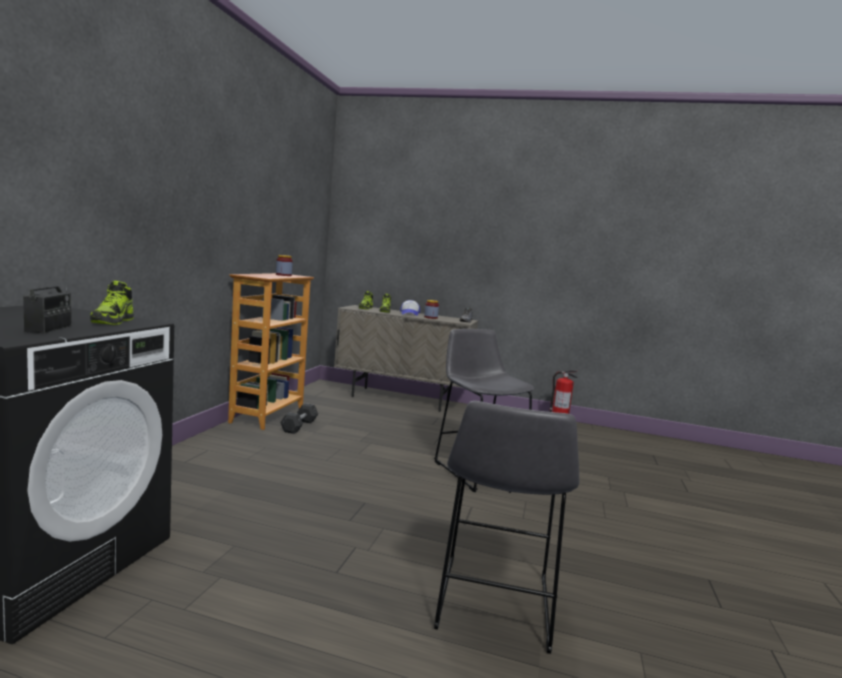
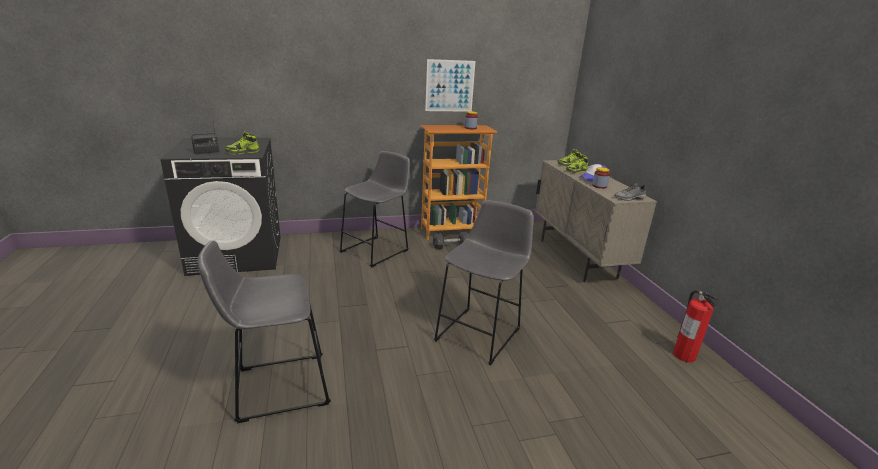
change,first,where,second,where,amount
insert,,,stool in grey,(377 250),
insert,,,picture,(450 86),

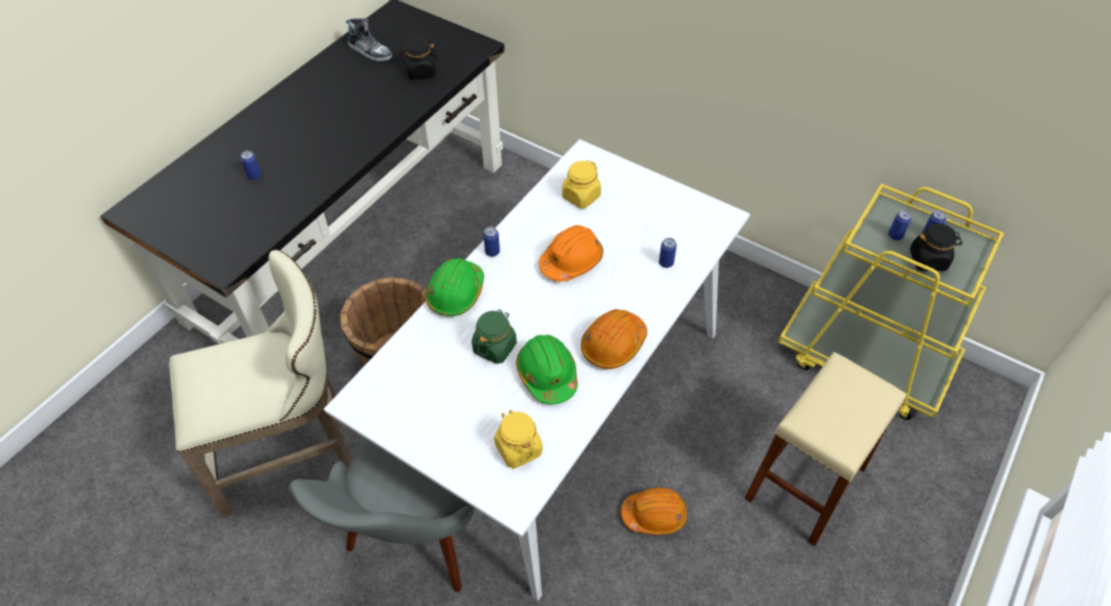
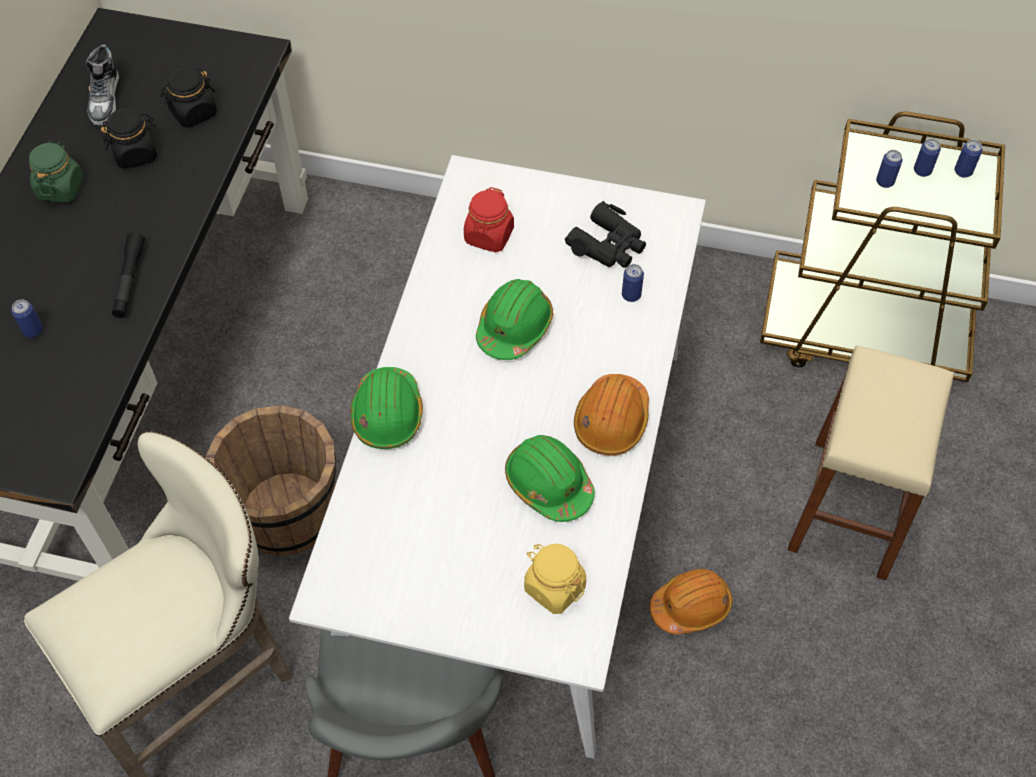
change,first,where,second,where,amount
insert,,,flashlight in black,(129 280),
insert,,,binoculars in black,(608 245),
move,jar in green,(495 347),,(60 188),
move,can,(492 252),,(963 171),
move,jar in black,(928 260),,(136 153),
recolor,hard hat in orange,(571 261),hard hat in green,(514 327),
recolor,jar in yellow,(581 196),jar in red,(489 236),
recolor,cart in yellow,(864 359),cart in brown,(864 332),
rotate,shoe,(370 51),,(105 99),75 degrees clockwise

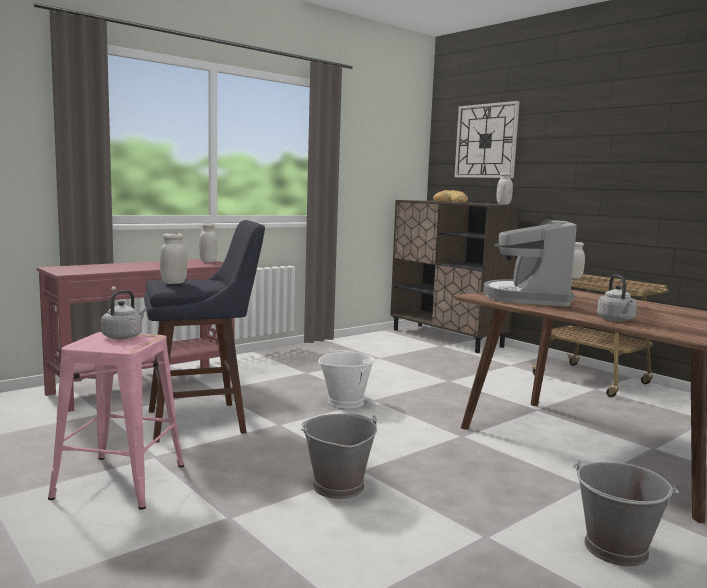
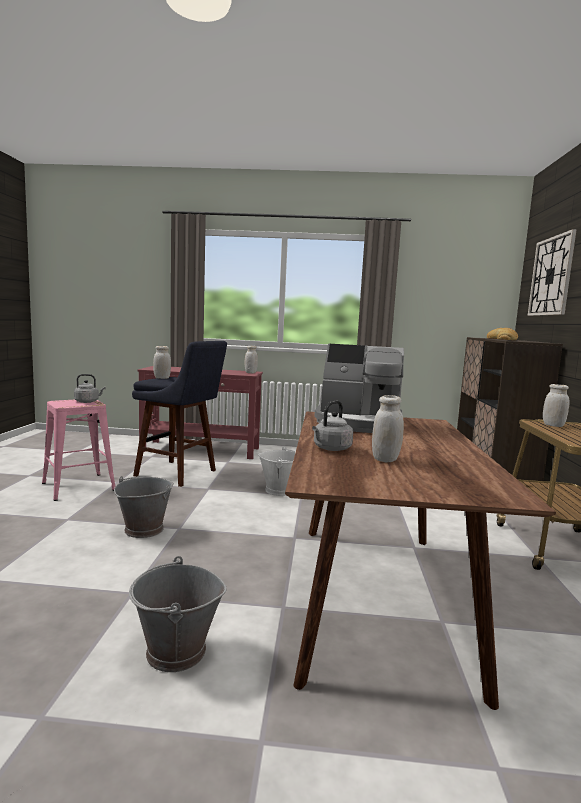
change,first,where,second,where,amount
move,jar in white,(503 204),,(385 459),
rotate,coffee machine,(528 298),,(359 423),135 degrees counterclockwise

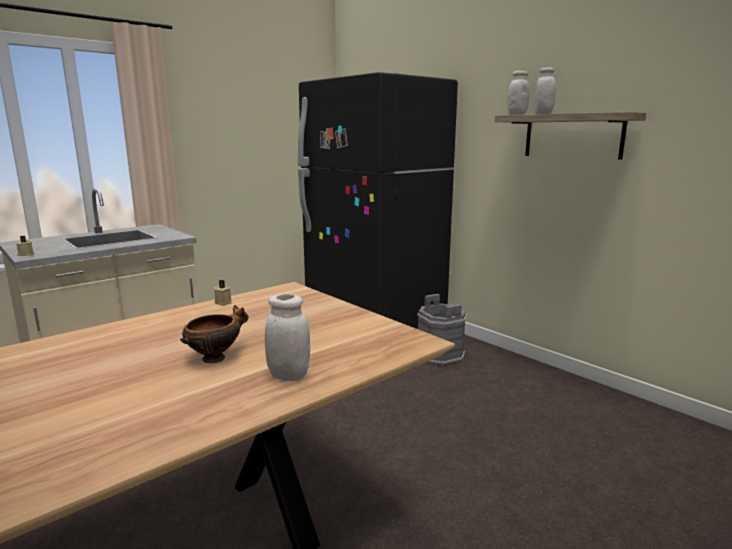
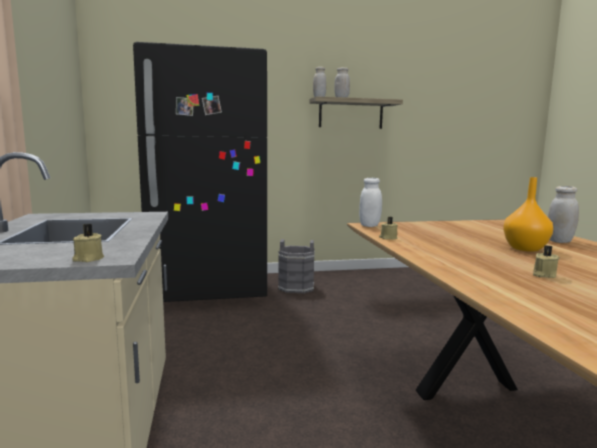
change,first,where,second,where,amount
insert,,,jar in white,(369 225),
insert,,,candle in beige,(543 275),
replace,bowl,(216 357),vase in orange,(525 249),

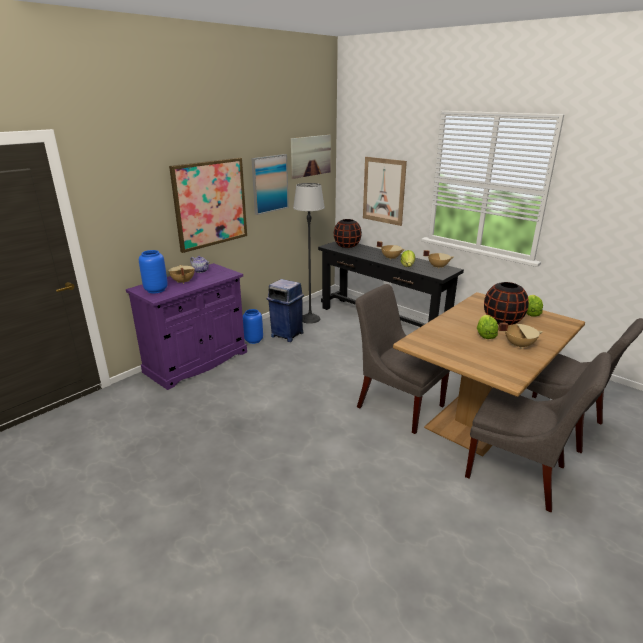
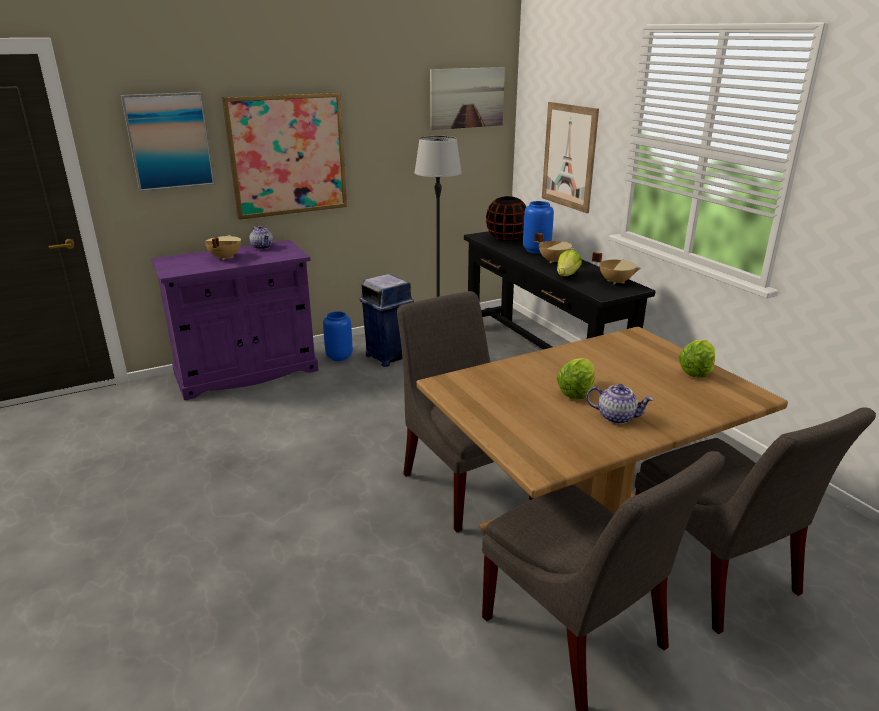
change,first,where,second,where,amount
delete,vase in black,(502 321),,,
move,vase in blue,(156 290),,(536 250),
move,picture,(269 184),,(169 141),
replace,cooking pot in beige,(518 345),teapot,(617 417),

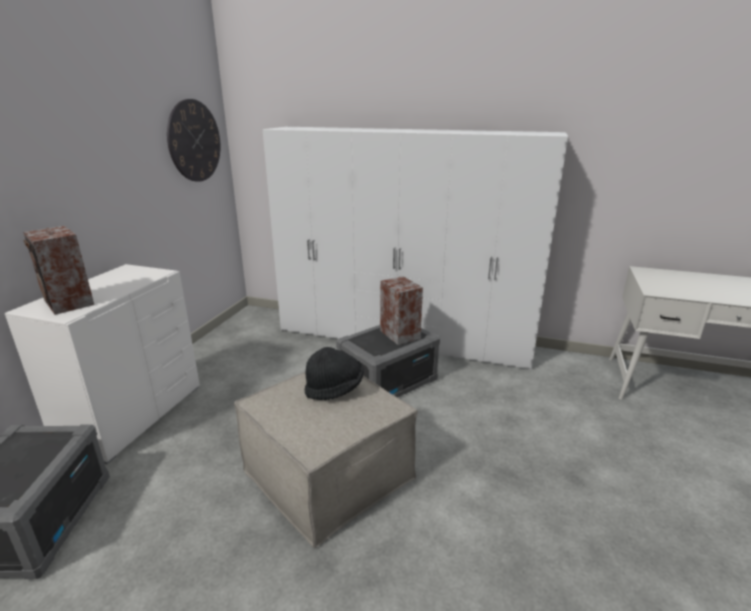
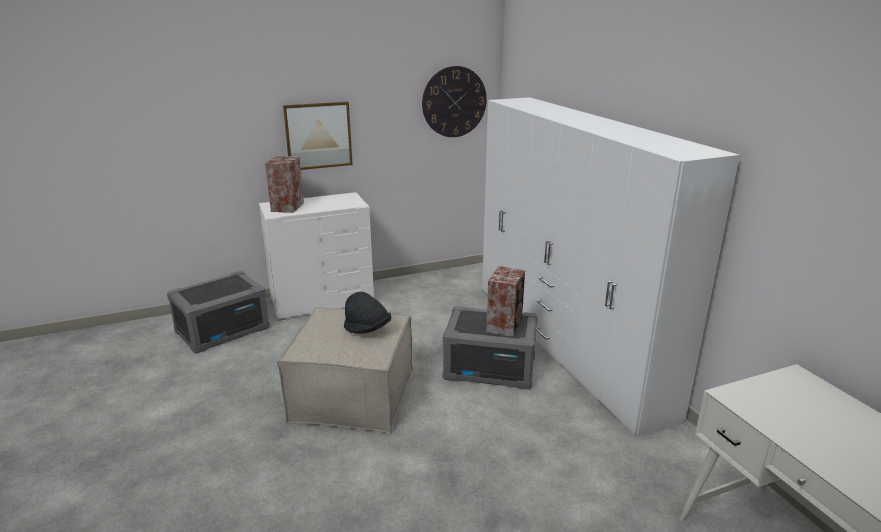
change,first,where,second,where,amount
insert,,,picture,(318 135),

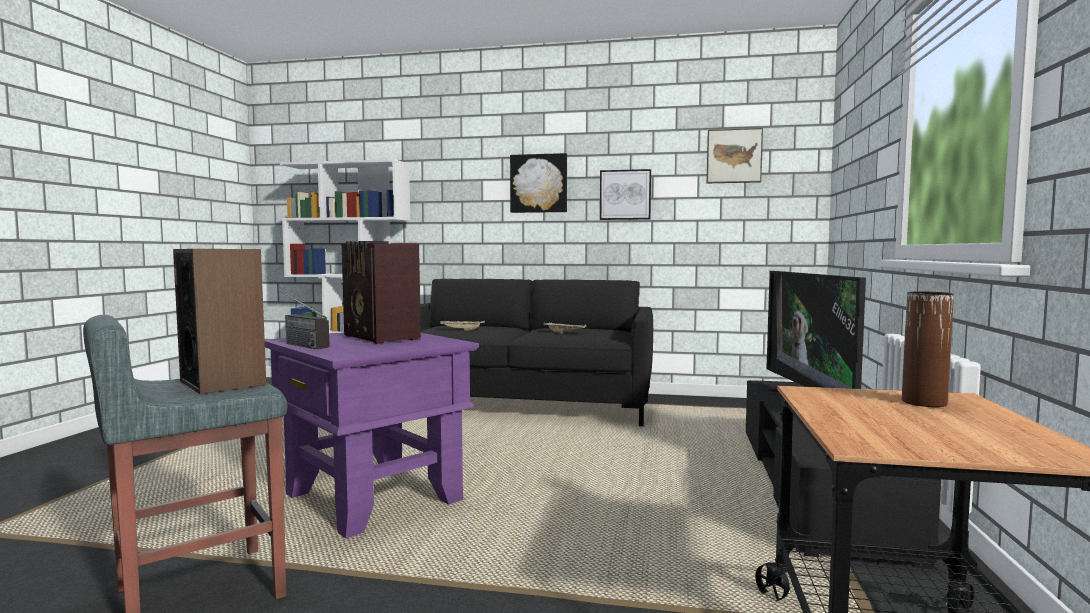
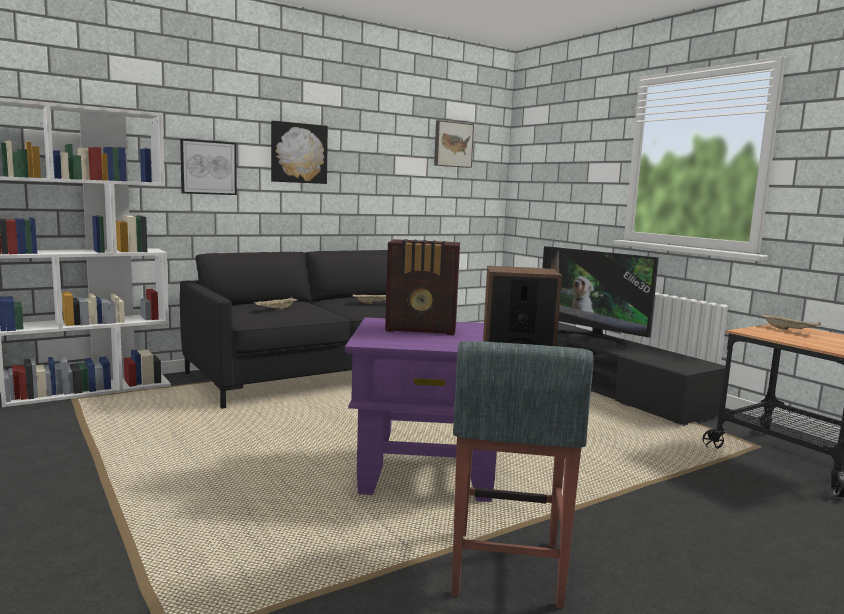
change,first,where,second,where,amount
delete,radio,(297 344),,,
move,picture,(625 195),,(208 167),
replace,vase in brown,(924 402),tray in beige,(789 330),

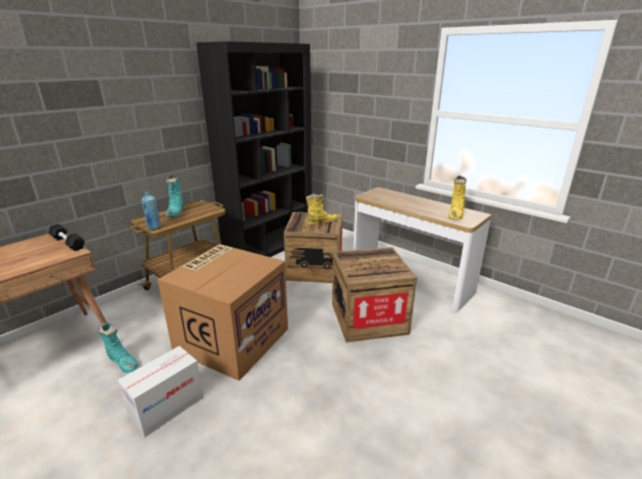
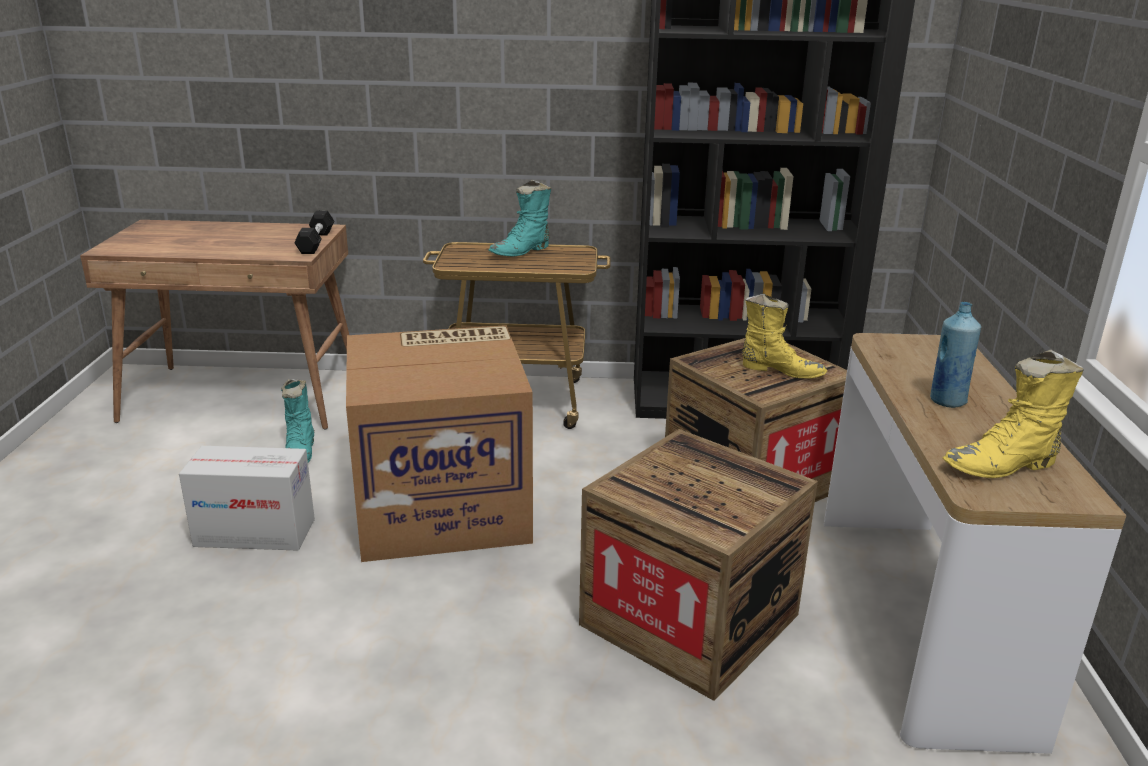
change,first,where,second,where,amount
move,bottle in blue,(154 227),,(947 401),

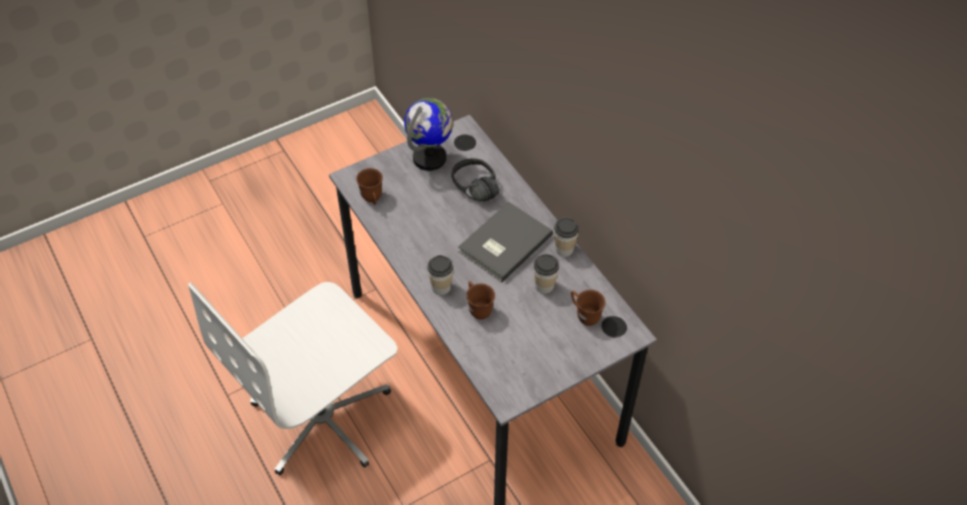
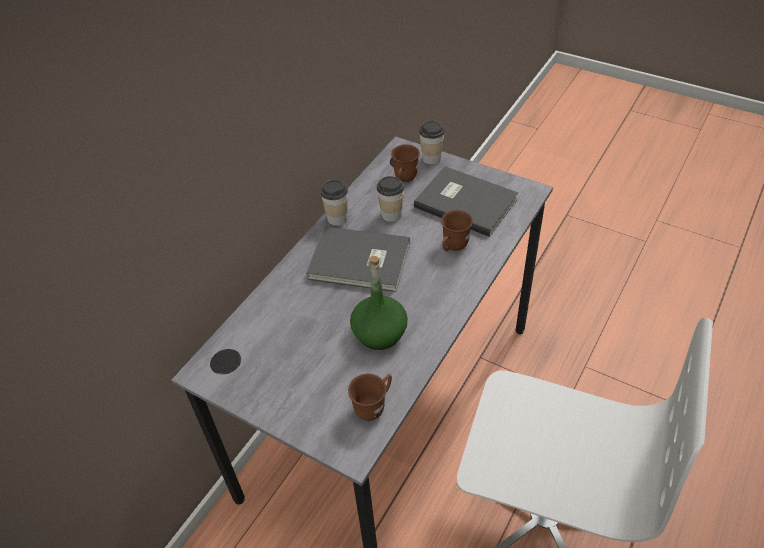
change,first,where,second,where,amount
delete,globe,(430 158),,,
delete,headphones in black,(469 191),,,
insert,,,bottle in green,(379 333),
insert,,,book in grey,(465 201),
move,cup,(441 287),,(431 158),

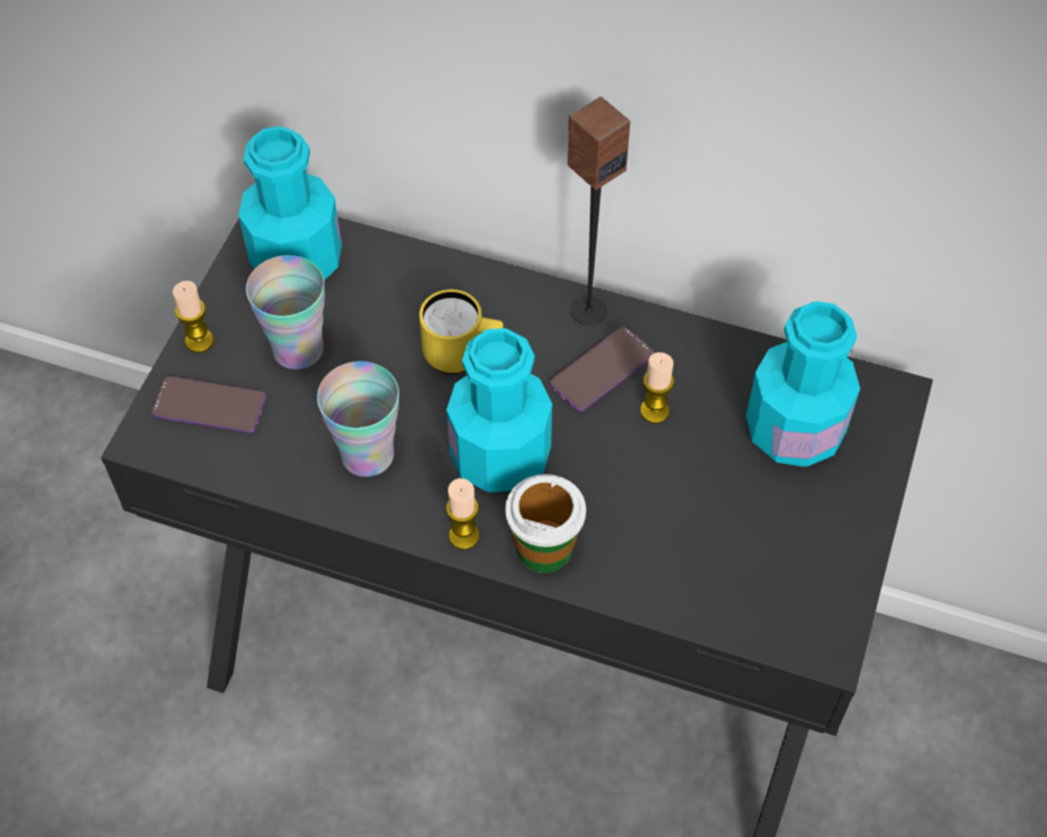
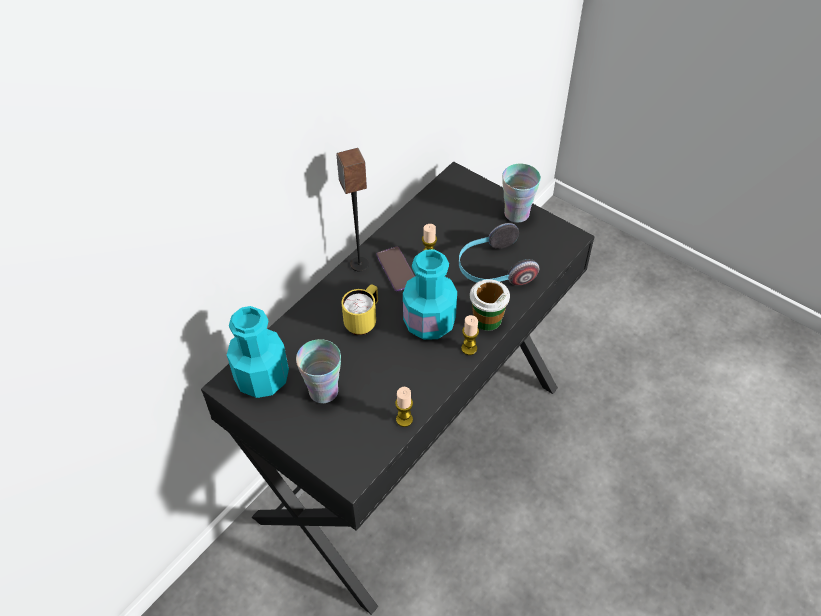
change,first,where,second,where,amount
delete,phone,(209 405),,,
delete,bottle in turquoise,(794 430),,,
insert,,,headphones,(493 269),
move,candle,(199 341),,(404 419),
move,cup,(367 455),,(516 214),

